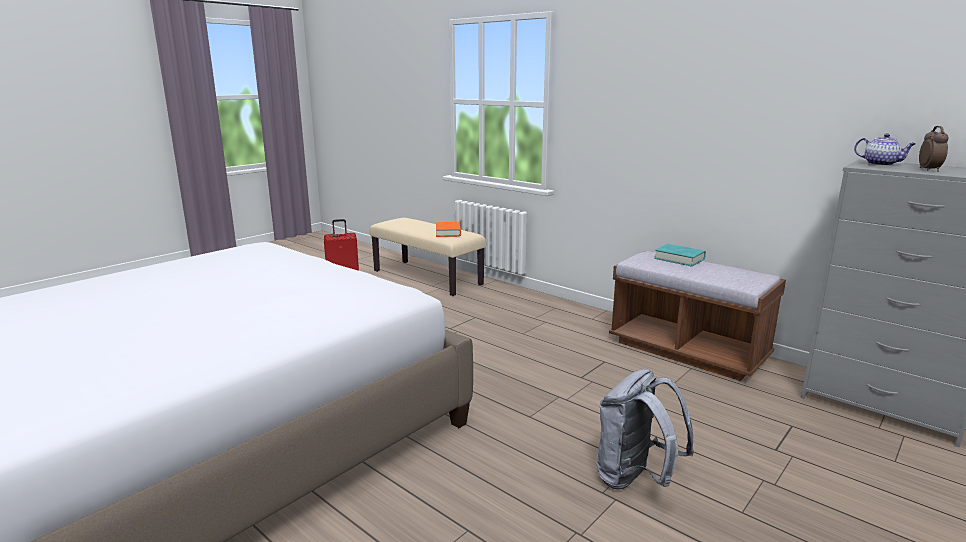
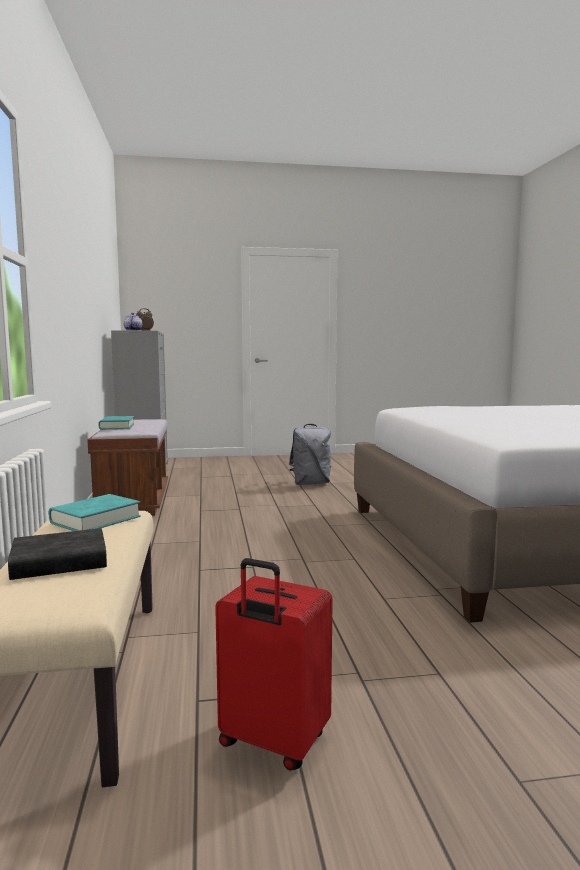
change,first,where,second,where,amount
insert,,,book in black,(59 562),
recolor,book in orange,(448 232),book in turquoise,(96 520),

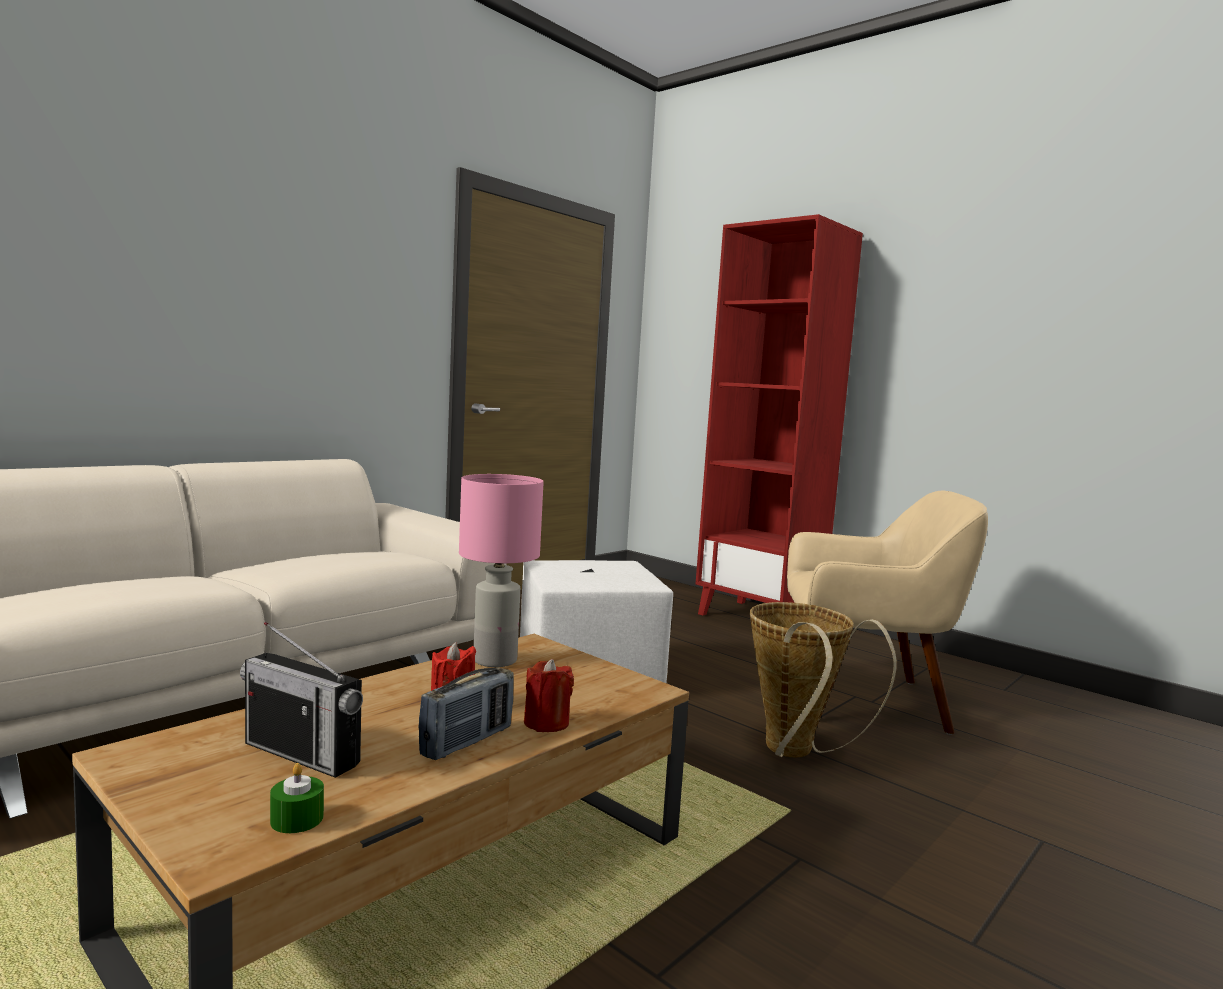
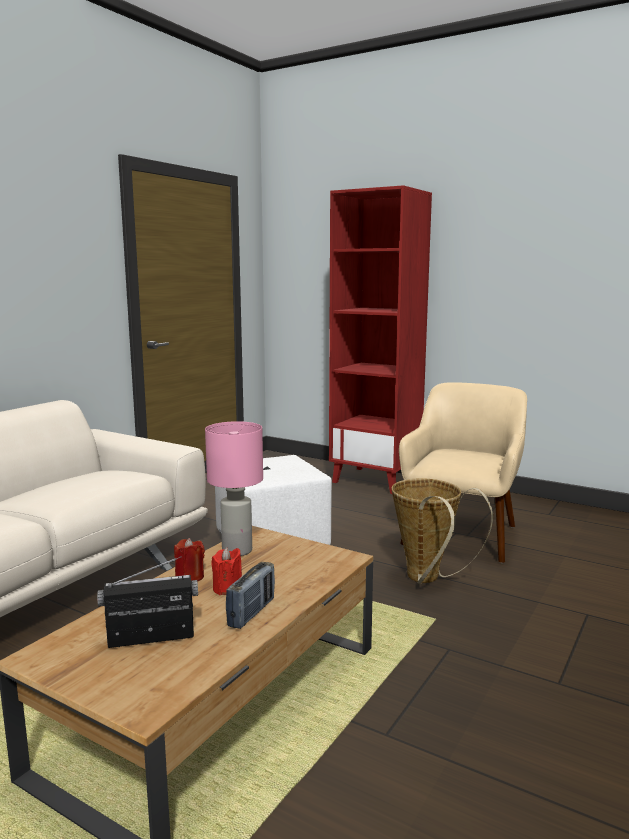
change,first,where,second,where,amount
delete,candle in green,(297 819),,,
move,candle in red,(546 723),,(189 577),
rotate,radio,(302 754),,(151 638),150 degrees clockwise
rotate,armchair in beige,(863 700),,(462 535),60 degrees counterclockwise

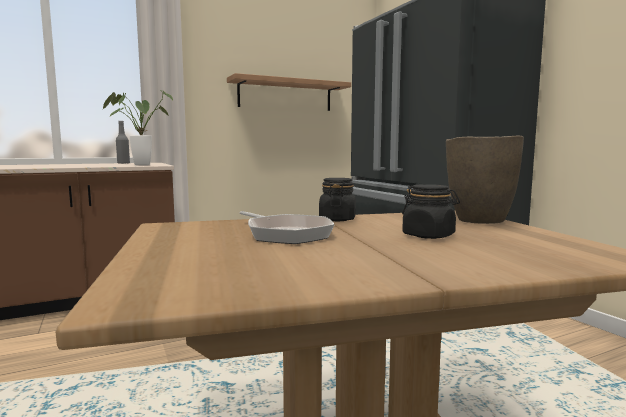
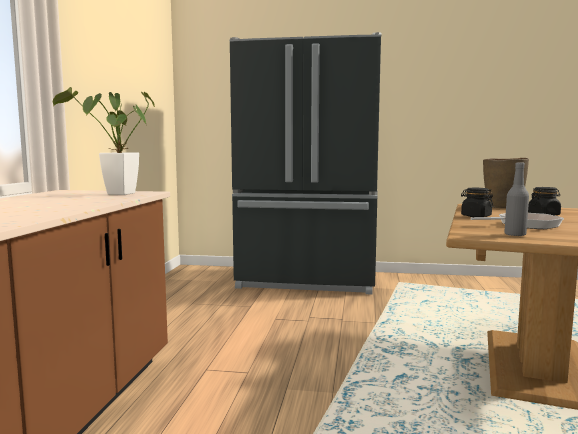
change,first,where,second,where,amount
delete,shelf,(285 95),,,
move,bottle in grey,(123 163),,(515 235),

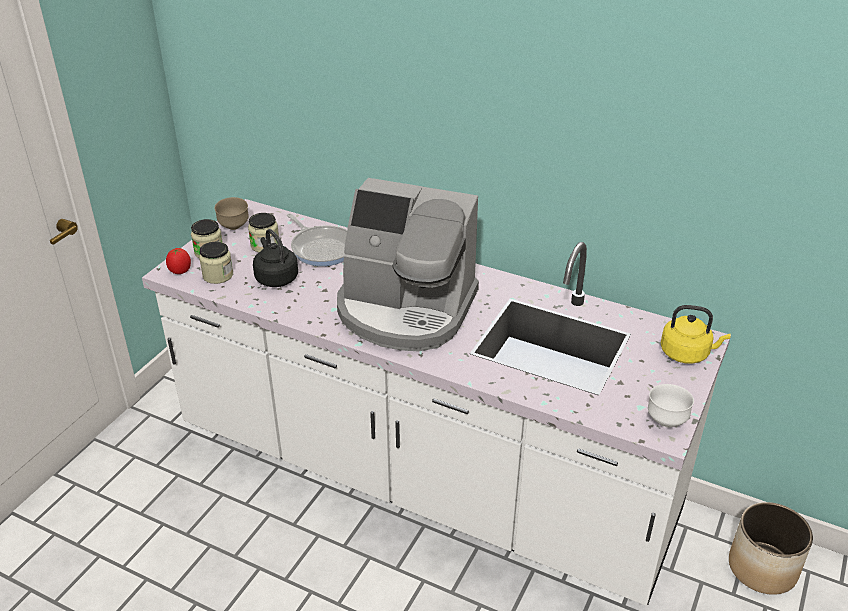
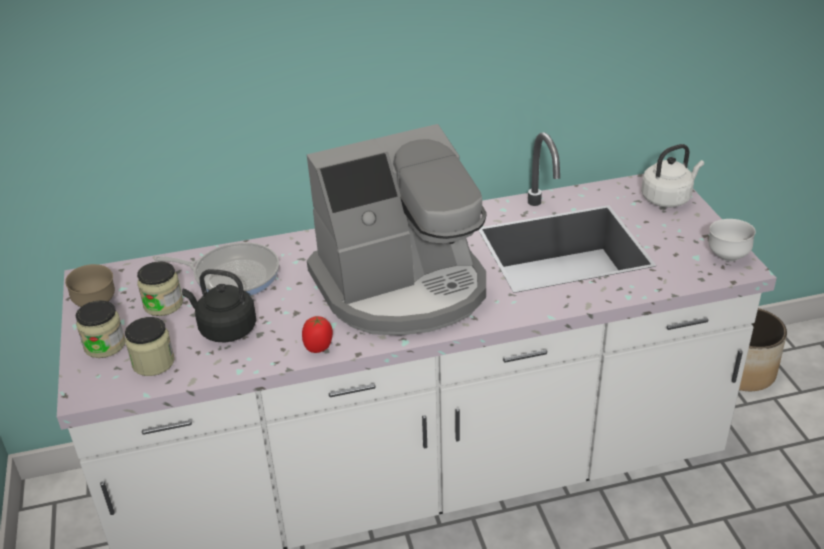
change,first,where,second,where,amount
move,tomato,(180 271),,(319 347),
recolor,kettle in yellow,(687 353),kettle in white,(668 198),

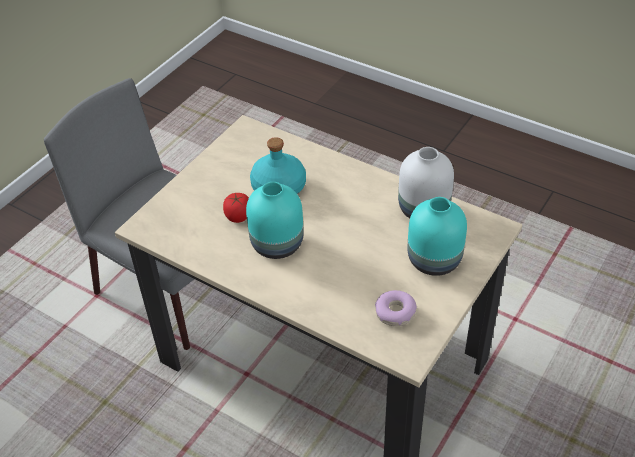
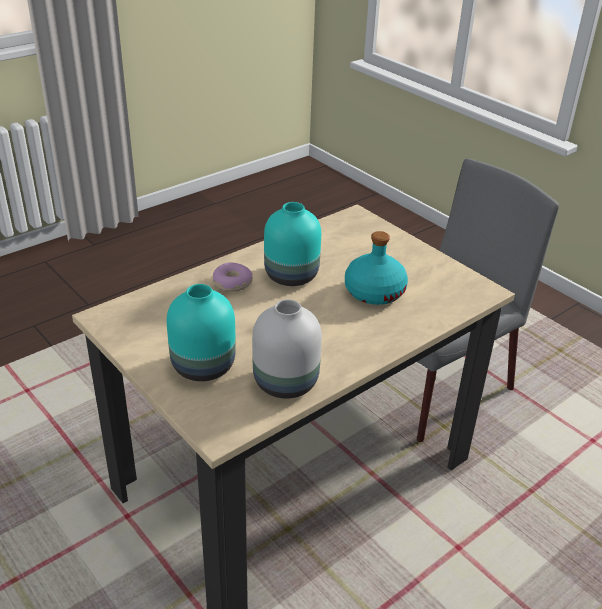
change,first,where,second,where,amount
delete,tomato,(238 216),,,
move,donut,(395 313),,(232 283),

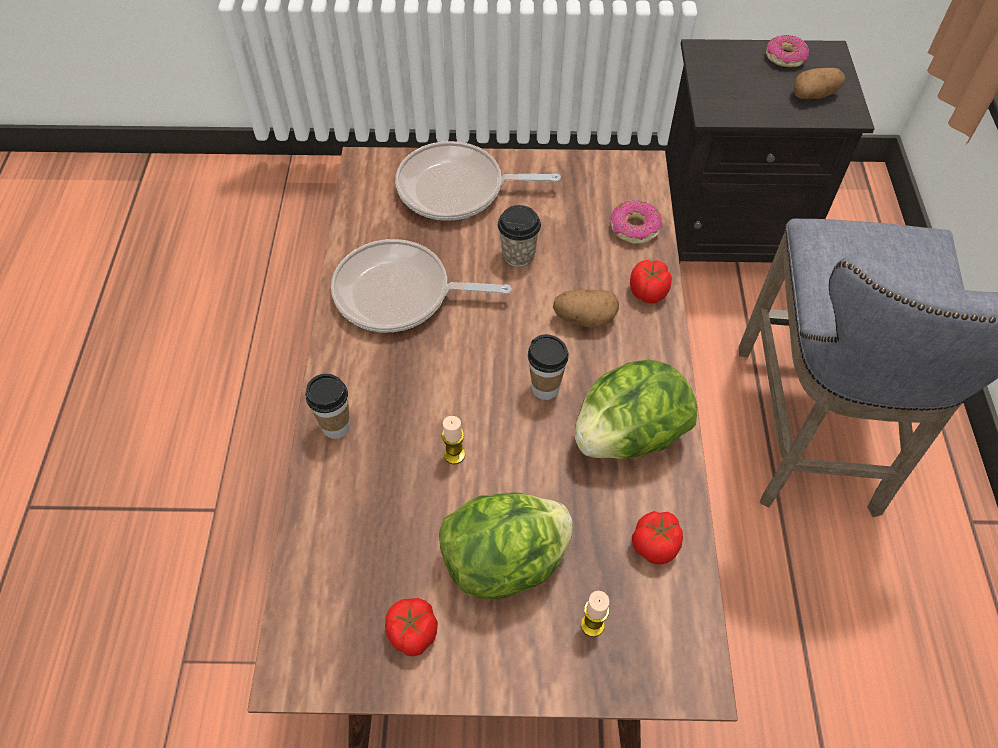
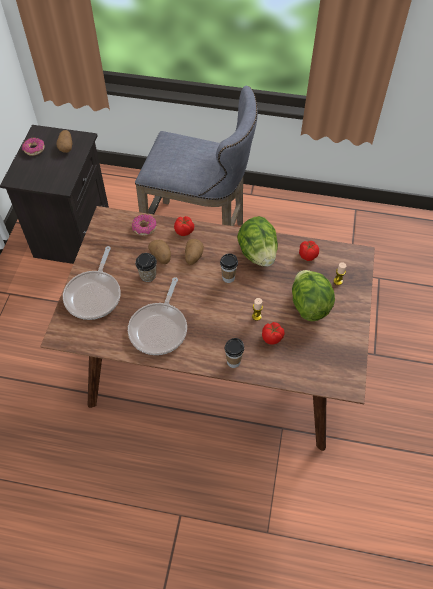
change,first,where,second,where,amount
insert,,,potato,(161 257),
move,tomato,(413 634),,(272 337),

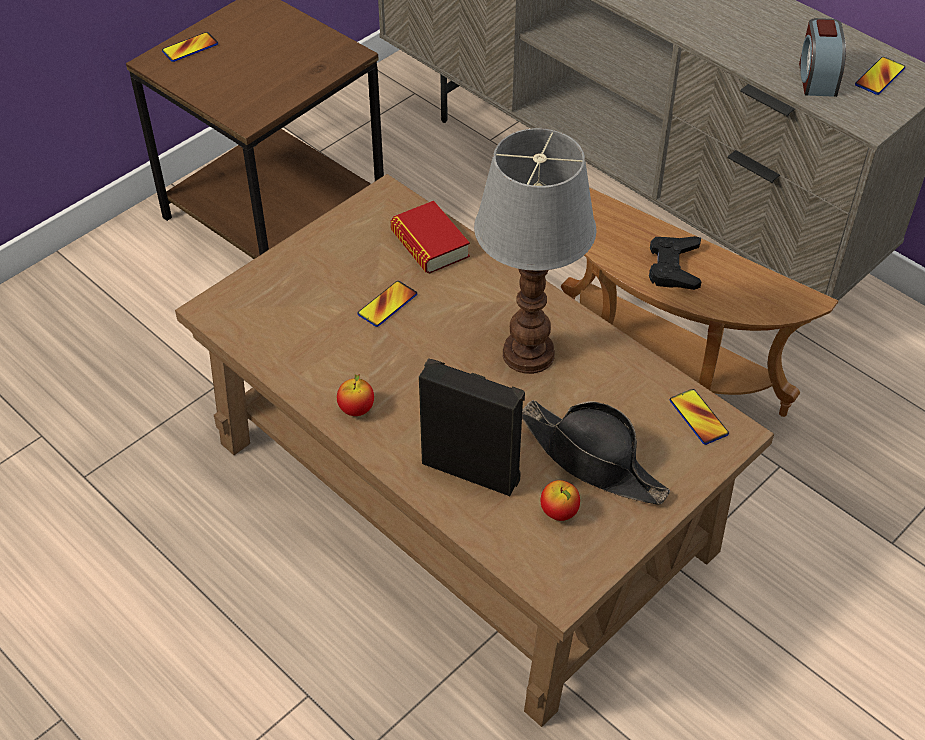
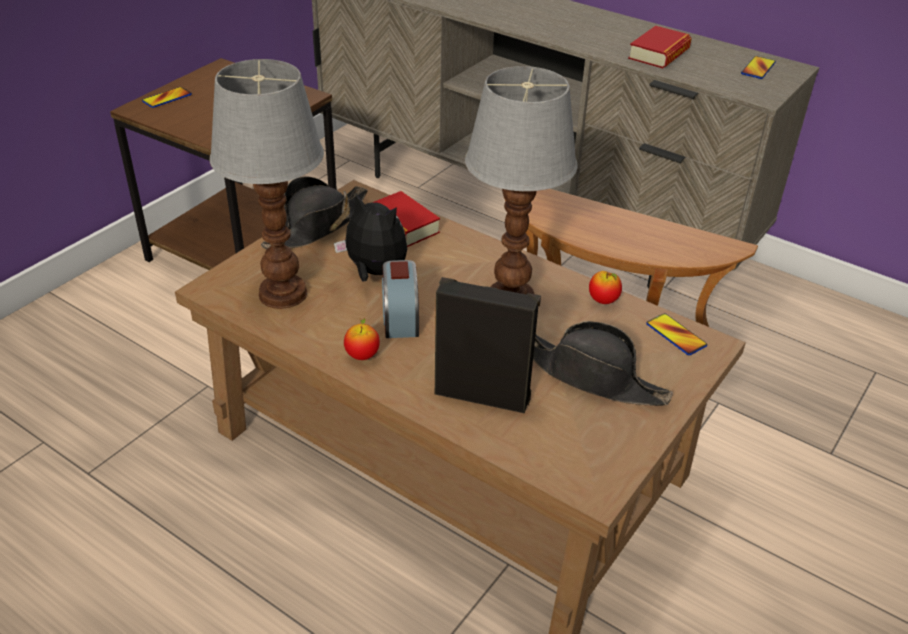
change,first,where,second,where,amount
delete,game controller in black,(674 267),,,
insert,,,table lamp,(281 293),
insert,,,hat in black,(316 226),
insert,,,book,(659 54),
move,apple,(559 512),,(603 301),
move,alarm clock,(817 78),,(400 318),
replace,phone,(387 304),plush toy,(374 272),

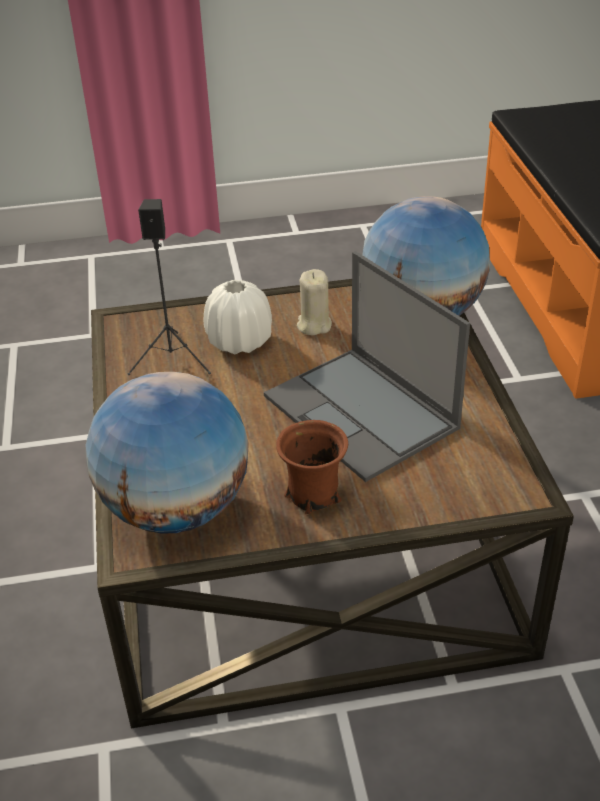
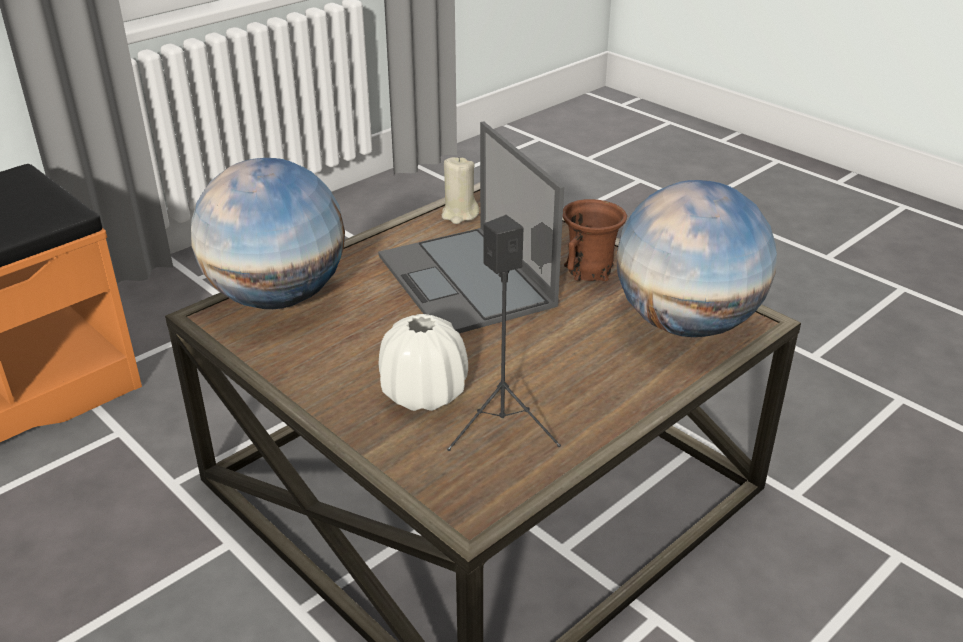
change,first,where,second,where,amount
move,candle in beige,(314 325),,(459 214),
rotate,laptop,(362 413),,(467 281),135 degrees clockwise

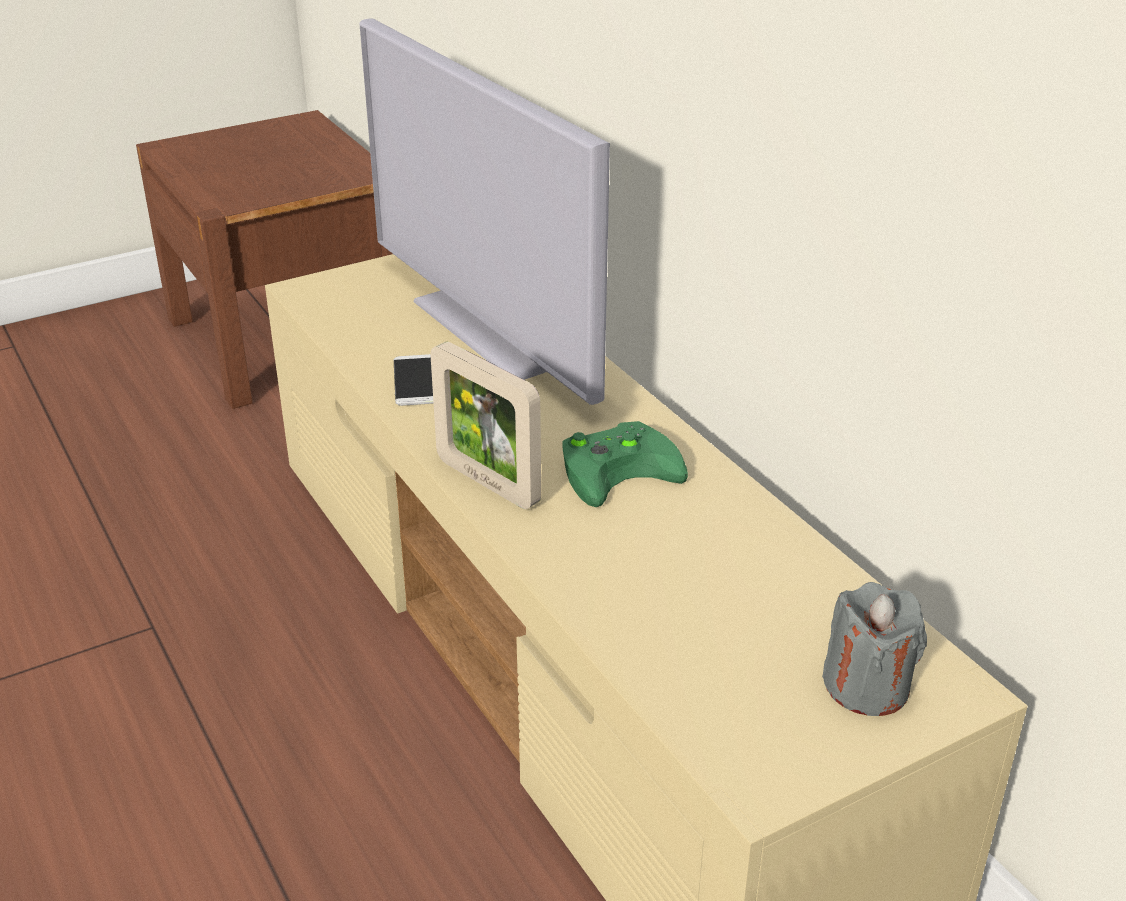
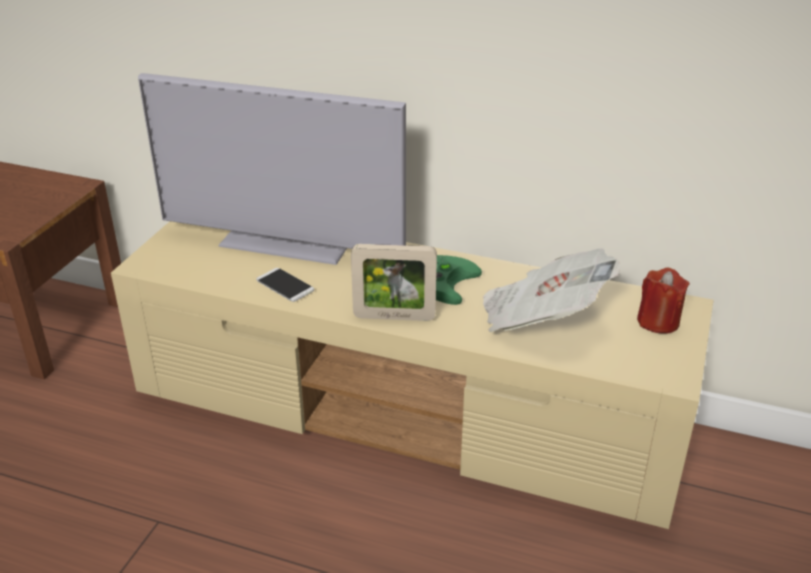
change,first,where,second,where,amount
insert,,,newspaper,(541 318),
recolor,candle in grey,(867 687),candle in red,(658 321),

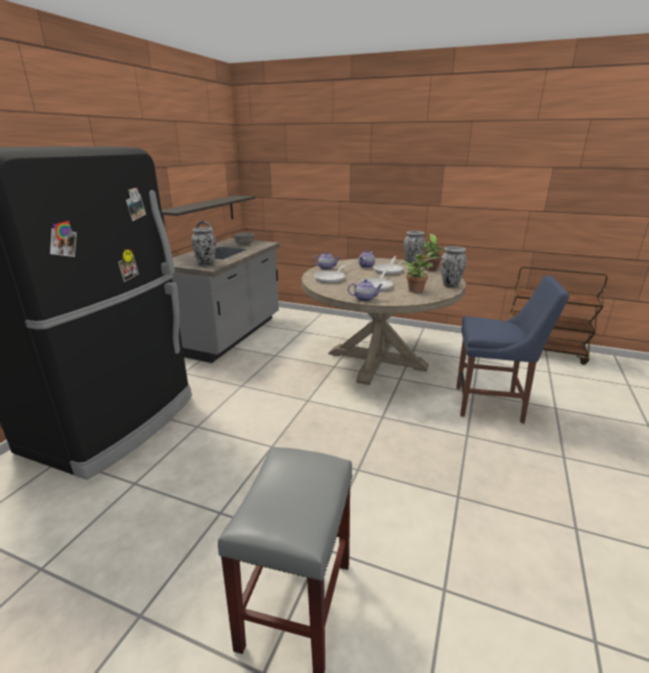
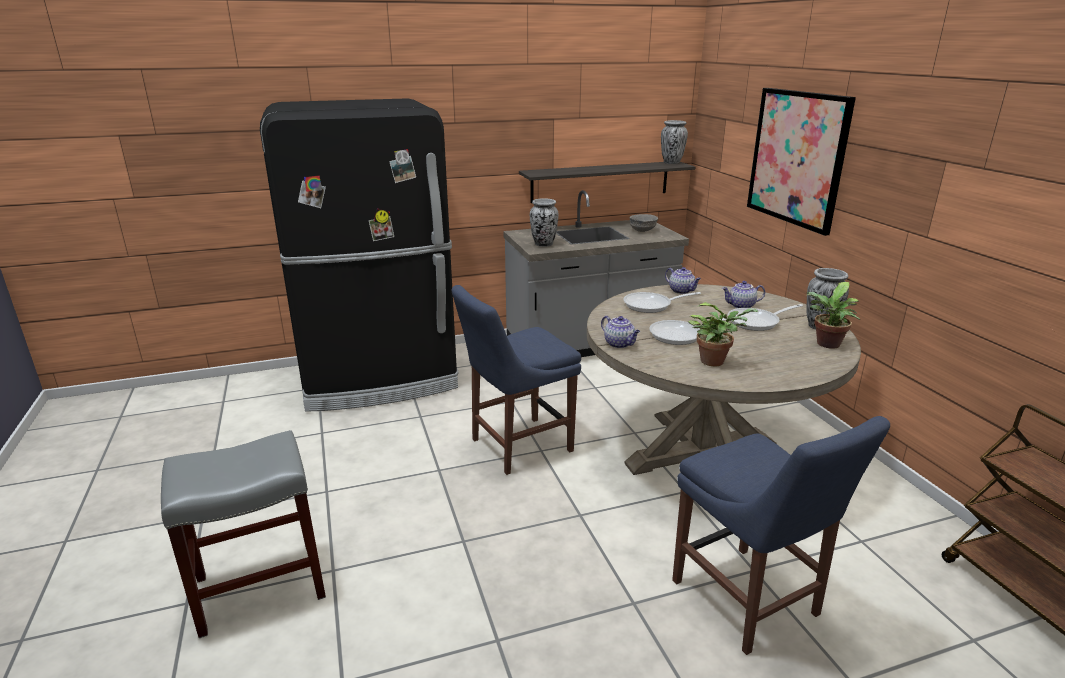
change,first,where,second,where,amount
insert,,,chair in blue,(517 446),
insert,,,picture,(797 158),
move,vase,(450 285),,(671 162),

